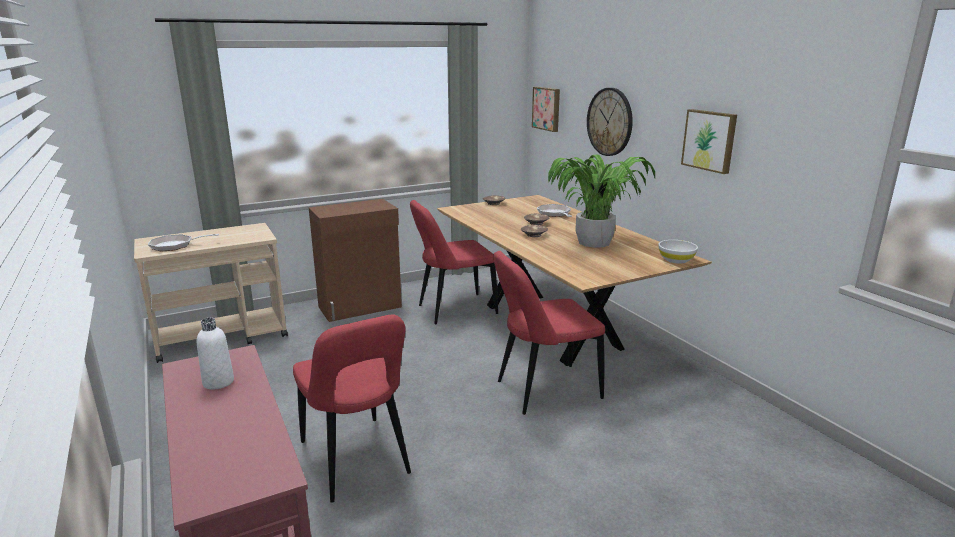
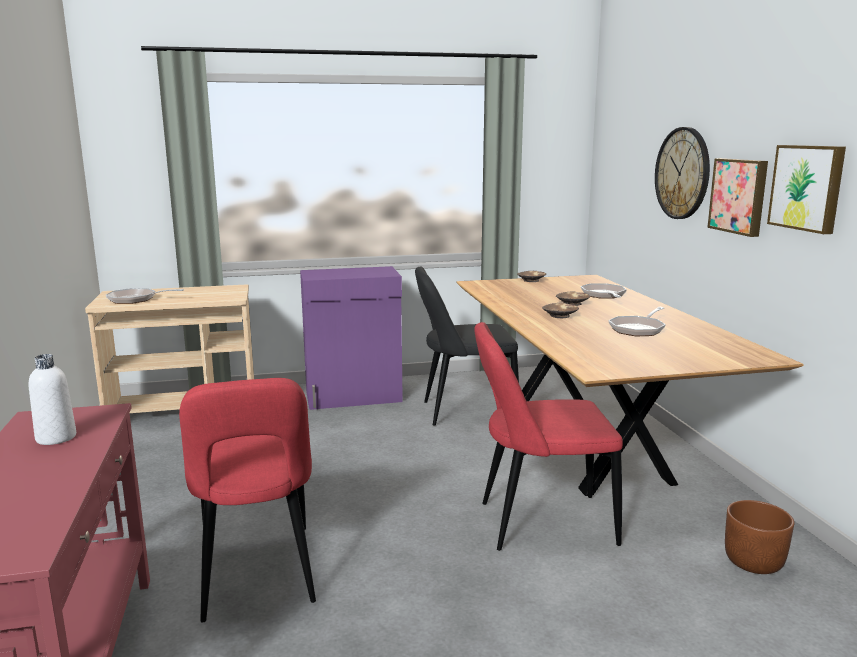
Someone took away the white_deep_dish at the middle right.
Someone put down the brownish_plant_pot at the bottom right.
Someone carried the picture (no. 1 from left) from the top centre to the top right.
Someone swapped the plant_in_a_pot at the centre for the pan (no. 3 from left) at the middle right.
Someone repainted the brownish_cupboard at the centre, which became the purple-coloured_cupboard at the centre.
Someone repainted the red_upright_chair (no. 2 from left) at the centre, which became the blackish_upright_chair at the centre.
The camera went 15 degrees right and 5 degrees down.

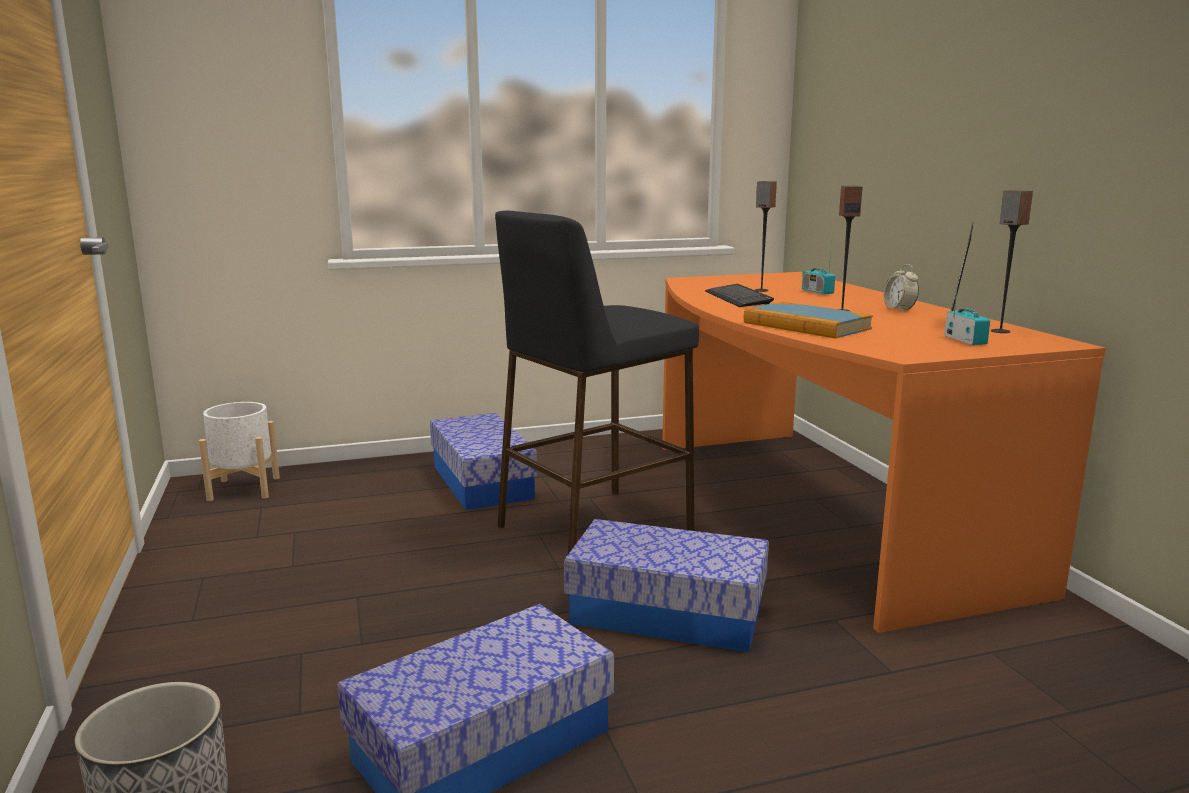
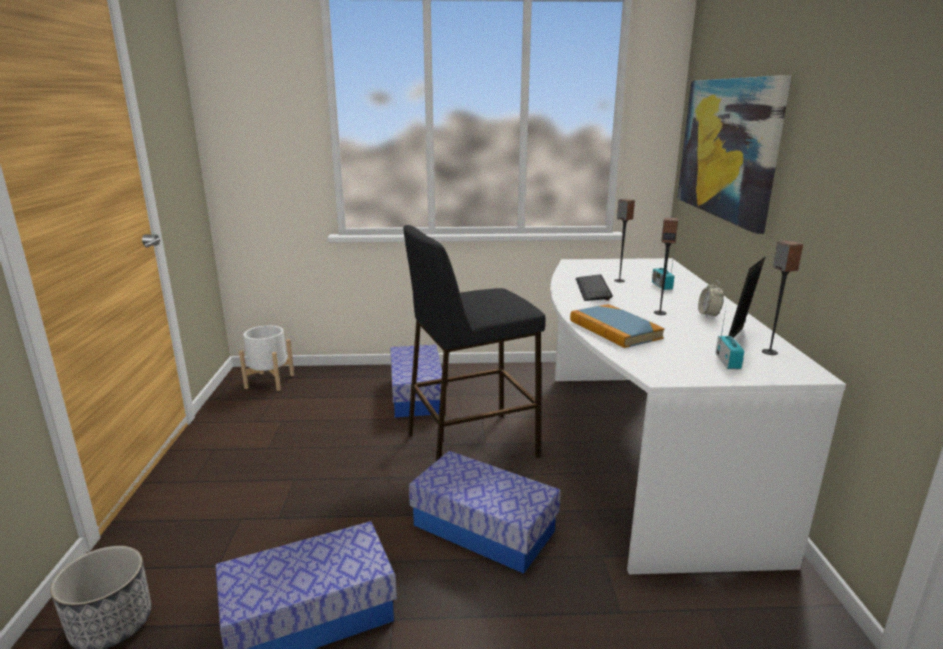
Someone put up the picture at the top right.
Someone repainted the orangey_desk at the middle right, which became the white_desk at the middle right.
The camera went 15 degrees right and 5 degrees up.

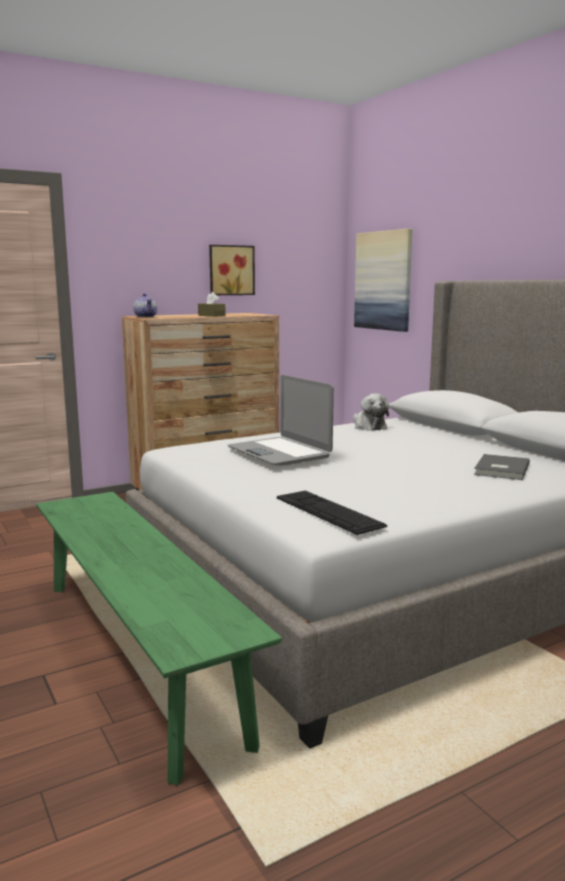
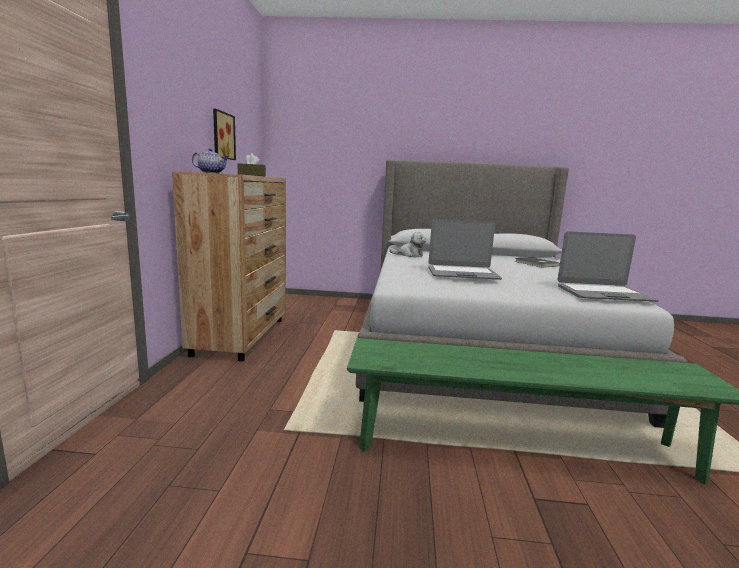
Someone took away the picture (no. 2 from left) at the top right.
Someone swapped the computer_keyboard at the centre for the notebook_computer (no. 2 from left) at the middle right.
The camera went 55 degrees left and 0 degrees up.

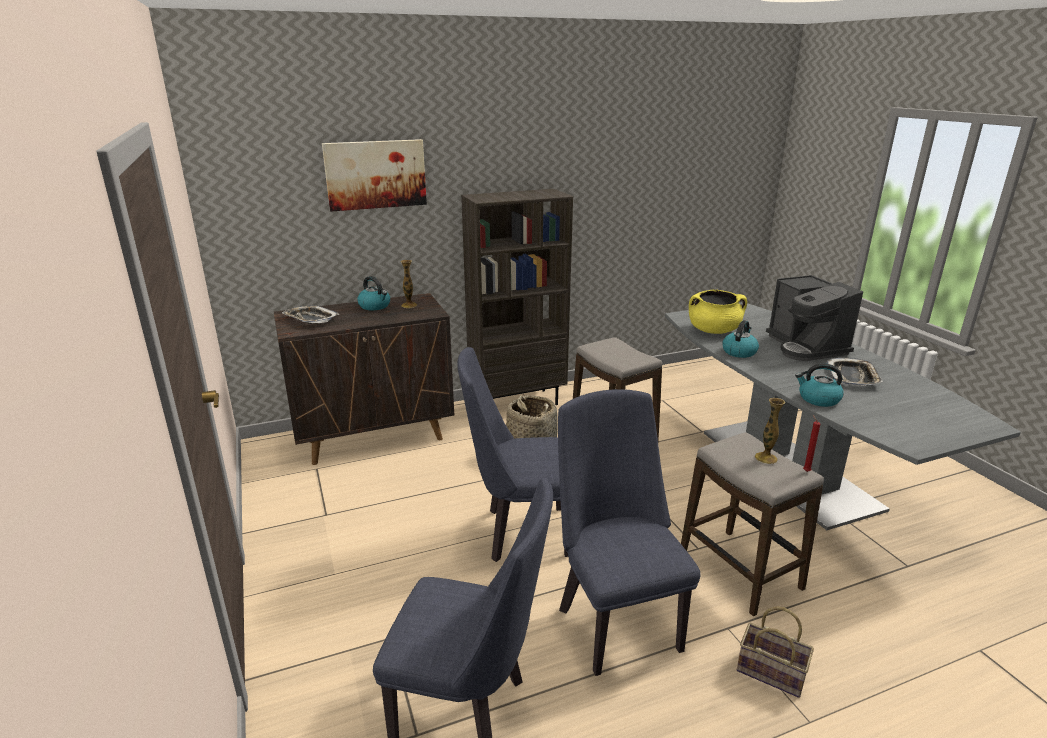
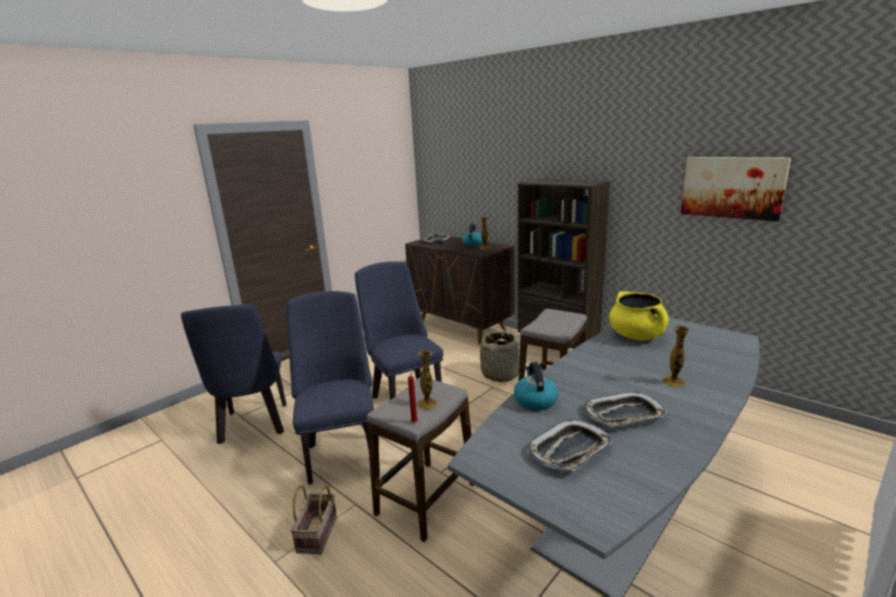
Someone took away the water_kettle (no. 2 from left) at the middle right.
Someone put down the serving_tray (no. 2 from left) at the bottom centre.
Someone carried the picture from the top centre to the top right.
Someone swapped the coffee_maker at the middle right for the vase (no. 3 from left) at the middle right.
Someone rotated the bluish_upright_chair (no. 3 from left in the first image) at the bottom centre by 60 degrees counterclockwise.
The camera went 65 degrees right and 5 degrees down.

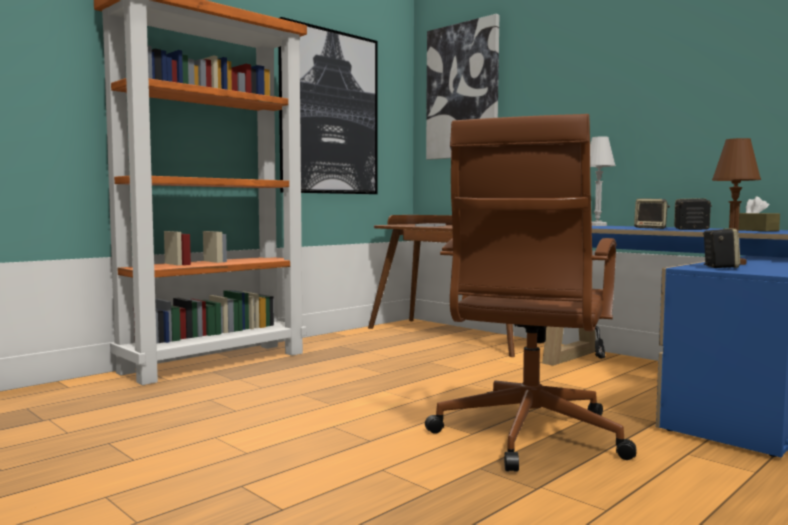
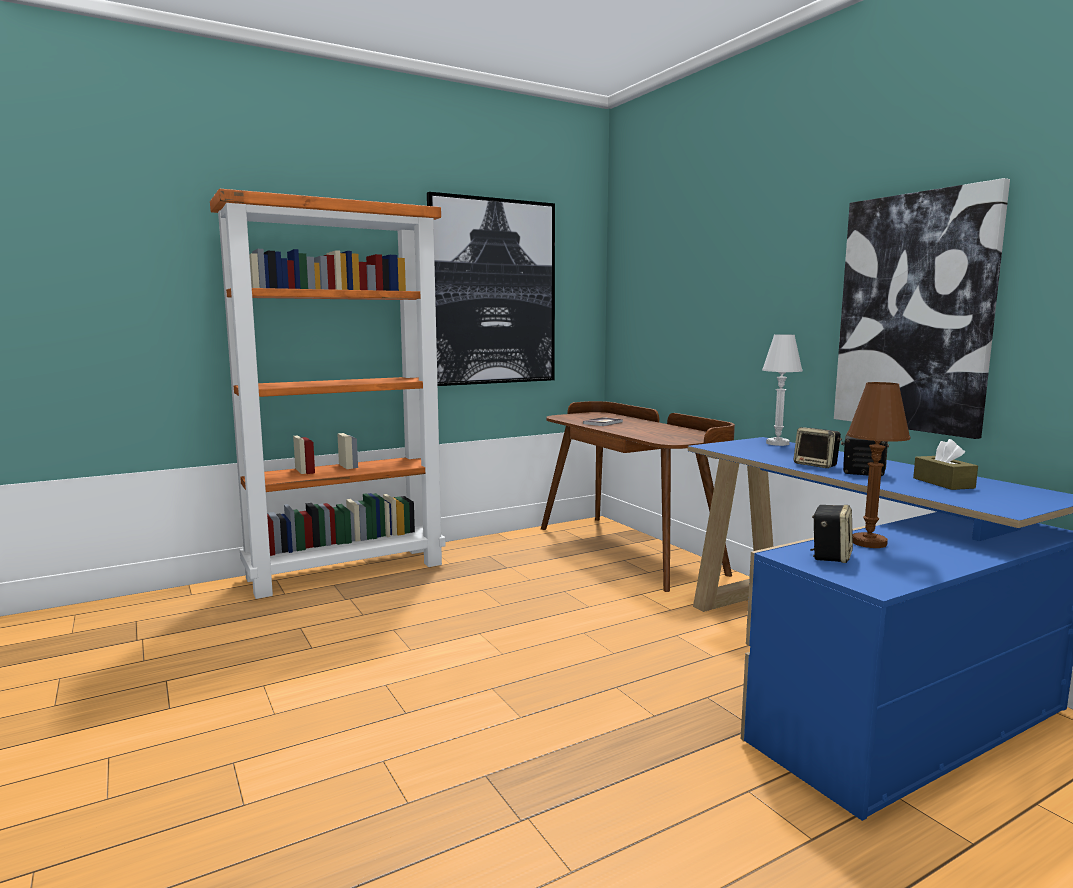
Someone took away the brownish_computer_chair at the middle right.
Someone carried the picture (no. 2 from left) from the top centre to the middle right.
The camera went 15 degrees right and 5 degrees up.

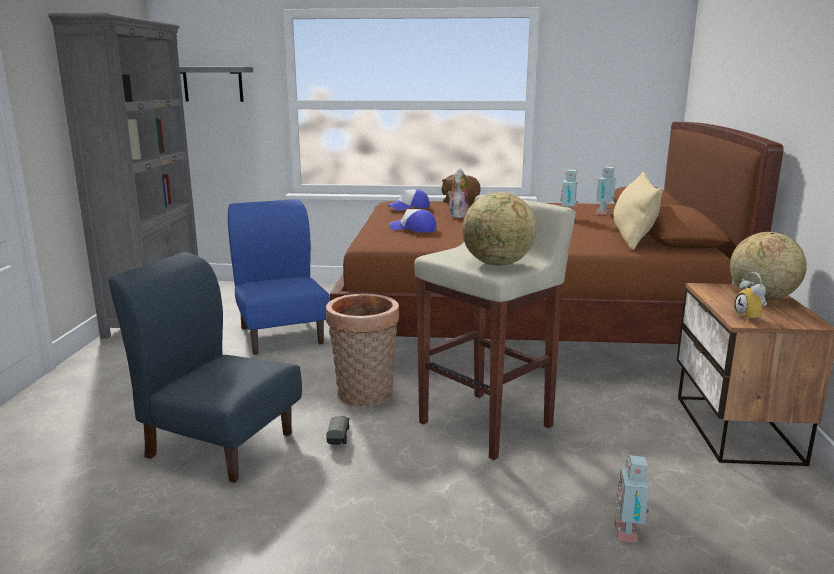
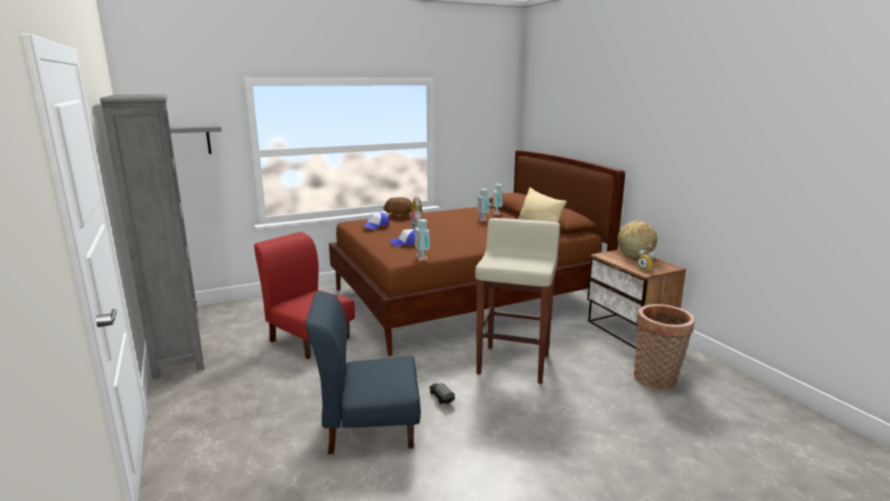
Someone took away the globe (no. 1 from left) at the centre.
Someone carried the storage_basket from the centre to the bottom right.
Someone carried the toy_robot (no. 3 from left in the first image) from the bottom right to the centre.
Someone repainted the bluish_upright_chair (no. 2 from left) at the centre, which became the red_upright_chair at the centre.
The camera went 30 degrees left and 0 degrees up.

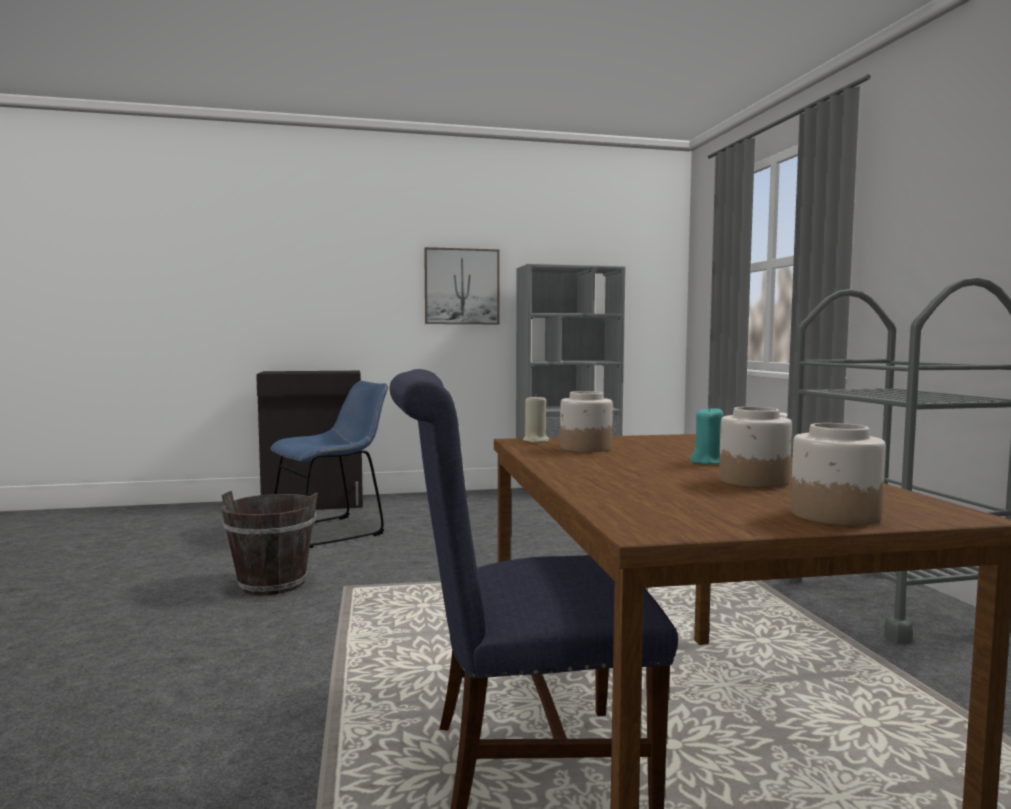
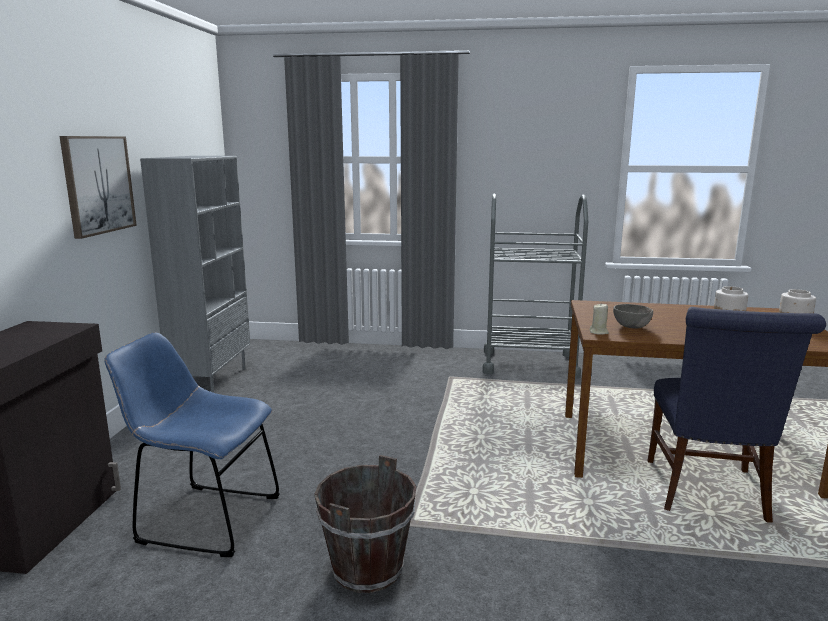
Someone took away the turquoise-coloured_wax_candle at the middle right.
Someone swapped the preserve_jar (no. 1 from left) at the centre for the gray_deep_dish at the middle right.
Someone rotated the bluish_upright_chair (no. 1 from left) at the middle left by 60 degrees counterclockwise.
The camera went 70 degrees left and 10 degrees up.

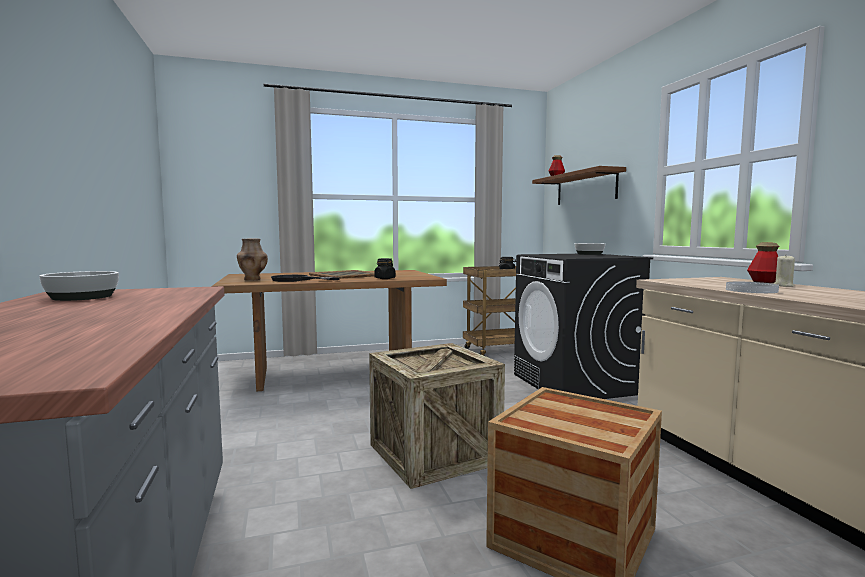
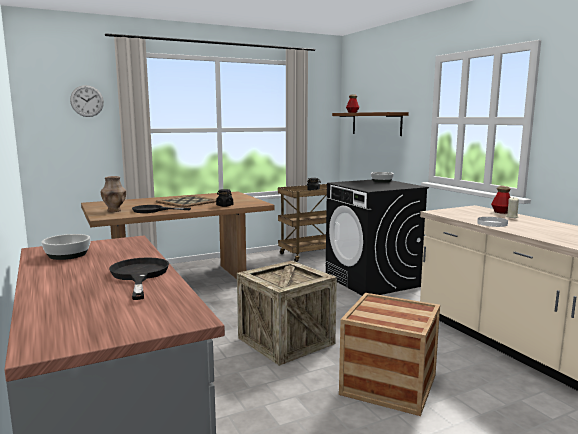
Someone put up the clock_on_the_wall at the top left.
Someone put down the blackish_pan (no. 1 from left) at the middle left.
The camera went 10 degrees left and 5 degrees up.

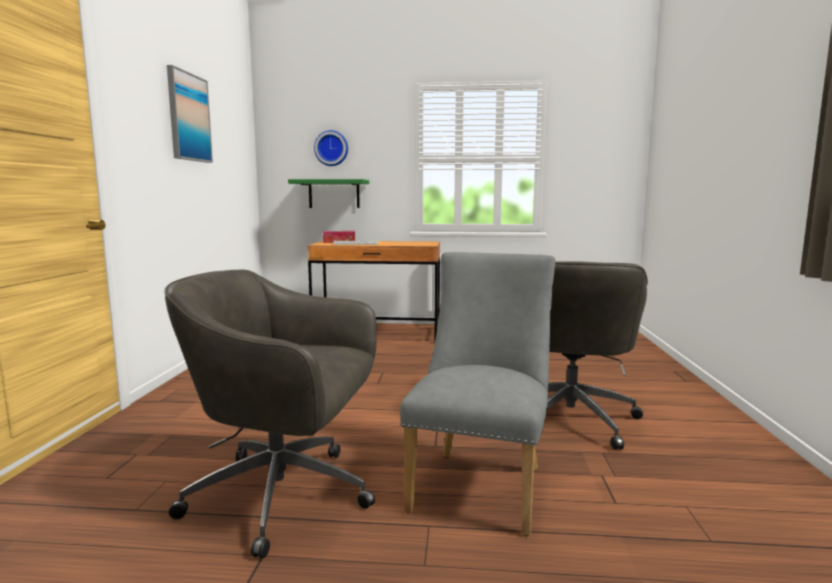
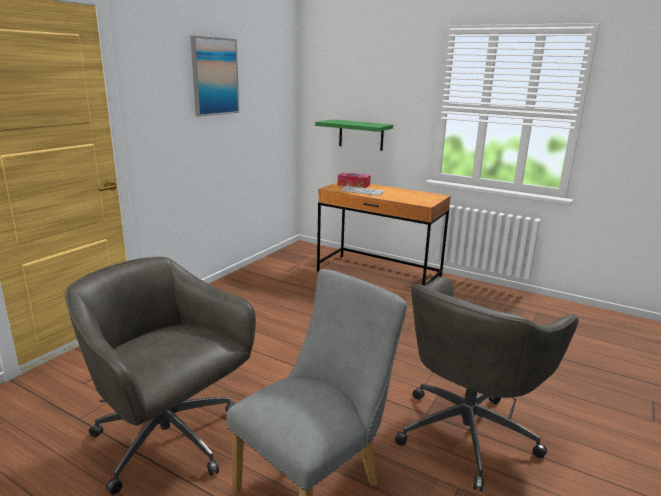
Someone took away the clock_on_the_wall at the top centre.
The camera went 25 degrees right and 10 degrees up.

